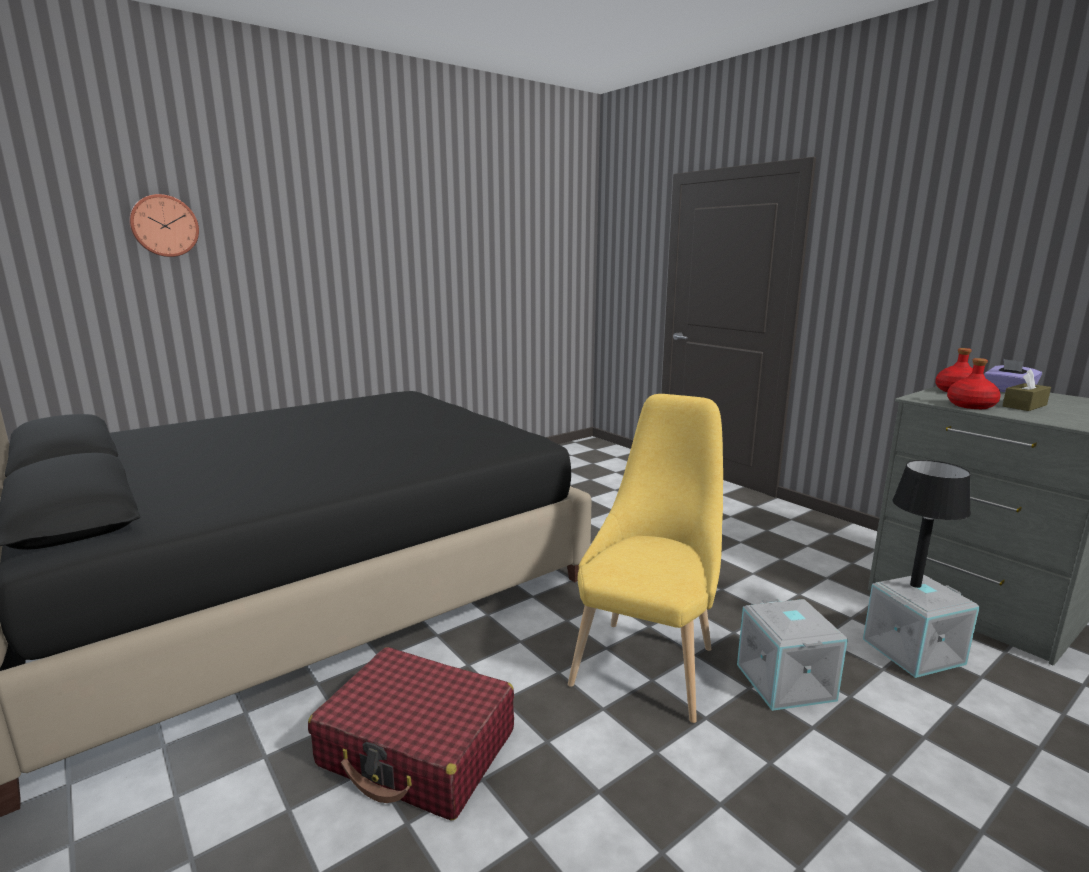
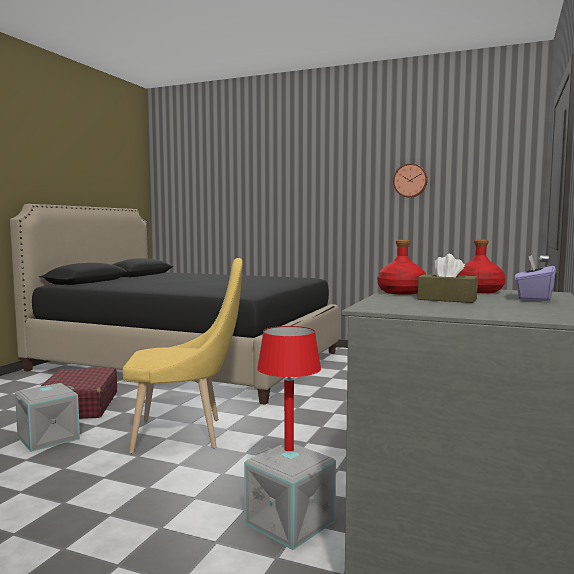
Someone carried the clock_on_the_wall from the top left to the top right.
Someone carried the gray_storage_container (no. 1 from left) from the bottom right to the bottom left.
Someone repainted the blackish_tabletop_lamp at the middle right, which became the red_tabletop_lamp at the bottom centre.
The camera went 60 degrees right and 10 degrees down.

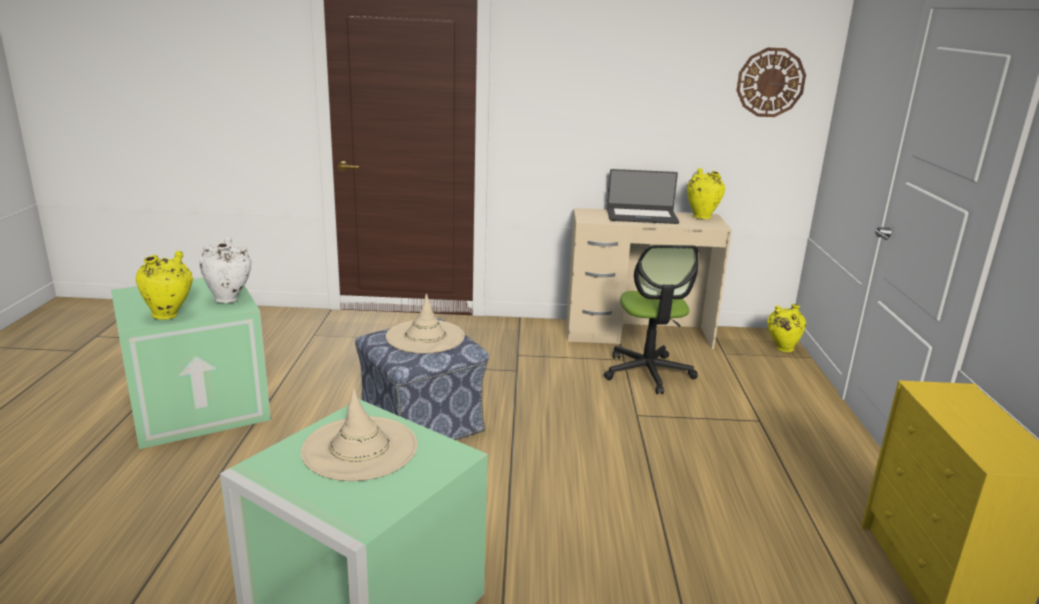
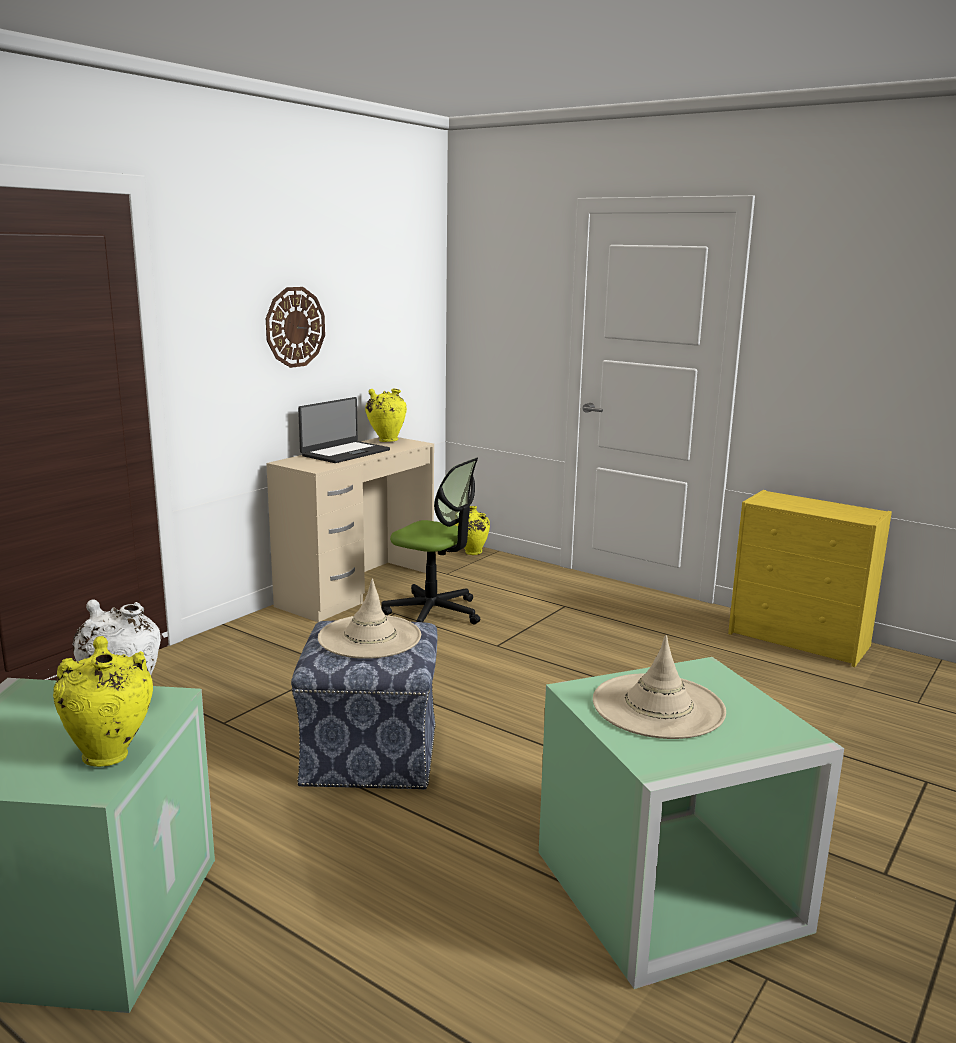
Someone carried the clock_on_the_wall from the top right to the top left.
The camera went 55 degrees left and 5 degrees down.

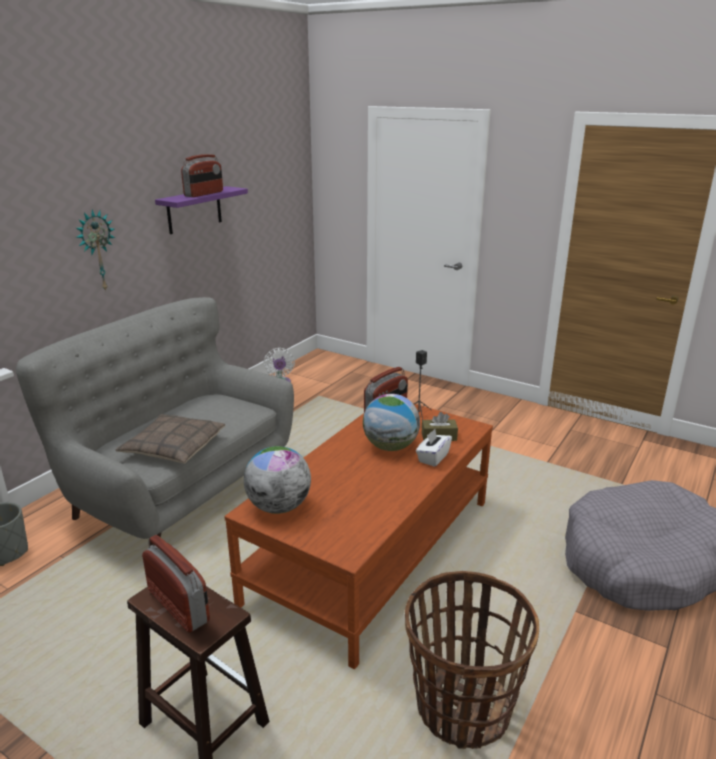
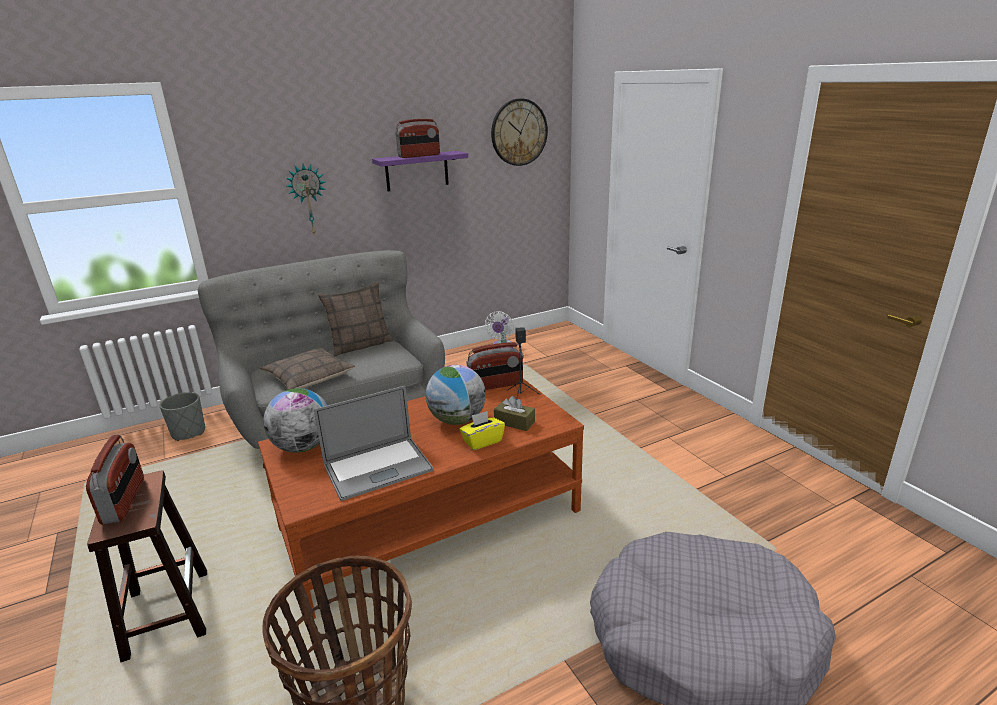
Someone put down the notebook_computer at the centre.
Someone put down the pillow (no. 2 from left) at the centre.
Someone put up the clock_on_the_wall (no. 2 from left) at the top centre.
Someone repainted the white_tissue_holder at the centre, which became the yellow_tissue_holder at the centre.
The camera went 30 degrees right and 0 degrees up.

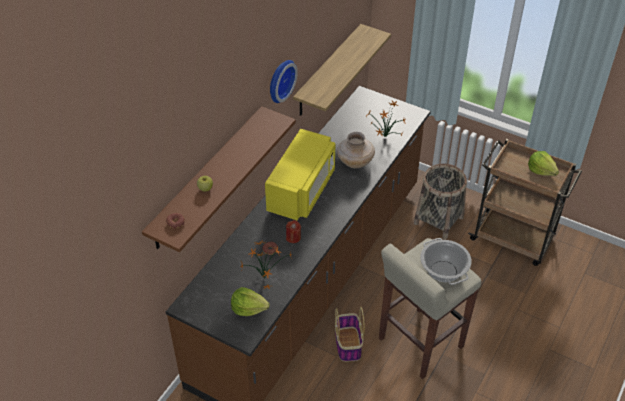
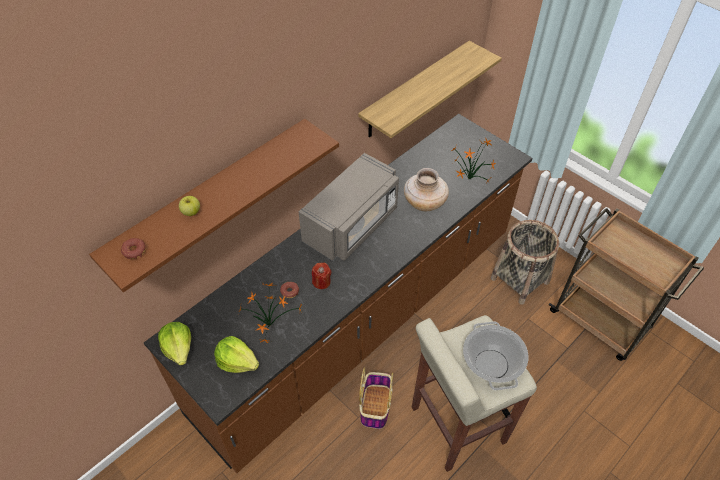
Someone took away the clock_on_the_wall at the top centre.
Someone carried the lettuce_head (no. 2 from left in the first image) from the middle right to the bottom left.
Someone repainted the yellow_microwave_oven at the centre, which became the gray_microwave_oven at the centre.
The camera went 15 degrees right and 5 degrees up.

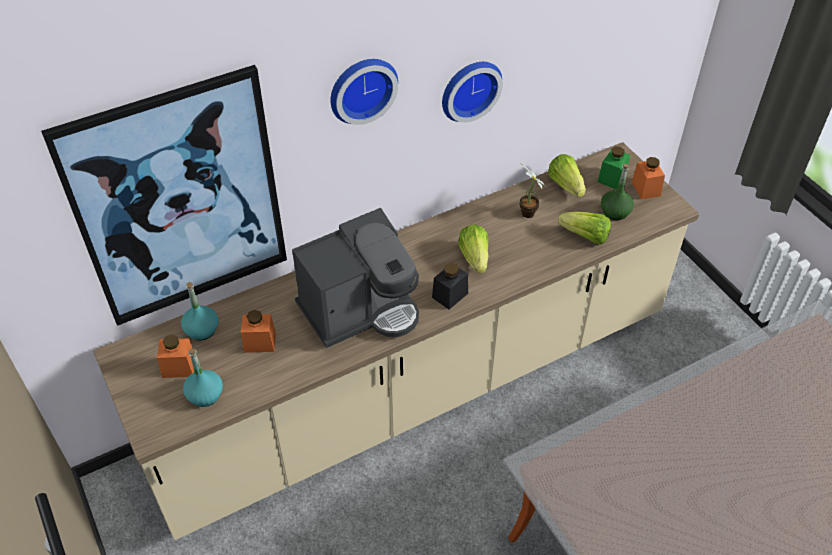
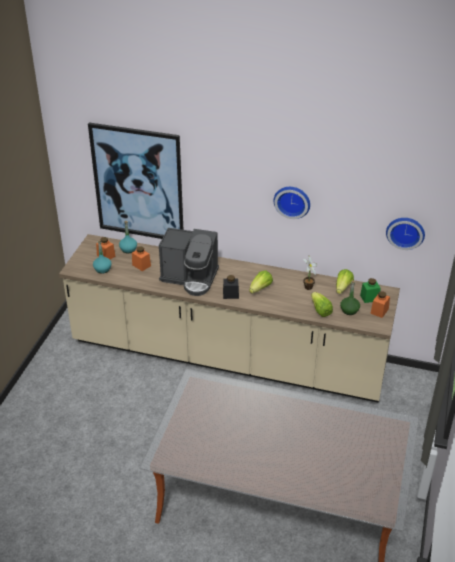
Someone carried the clock_on_the_wall (no. 1 from left in the first image) from the top centre to the middle right.
The camera went 45 degrees right and 10 degrees down.

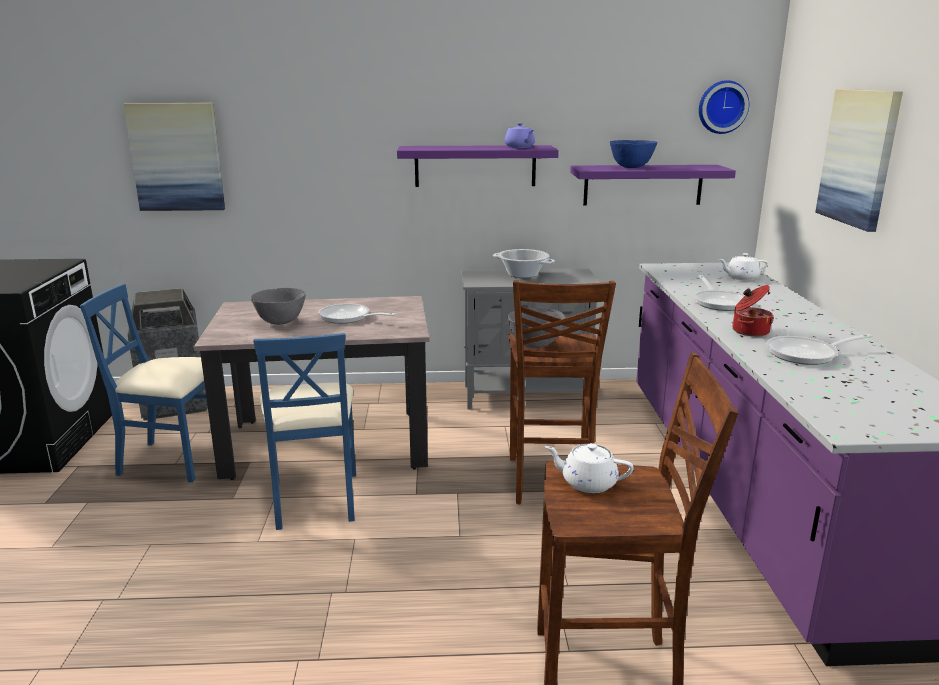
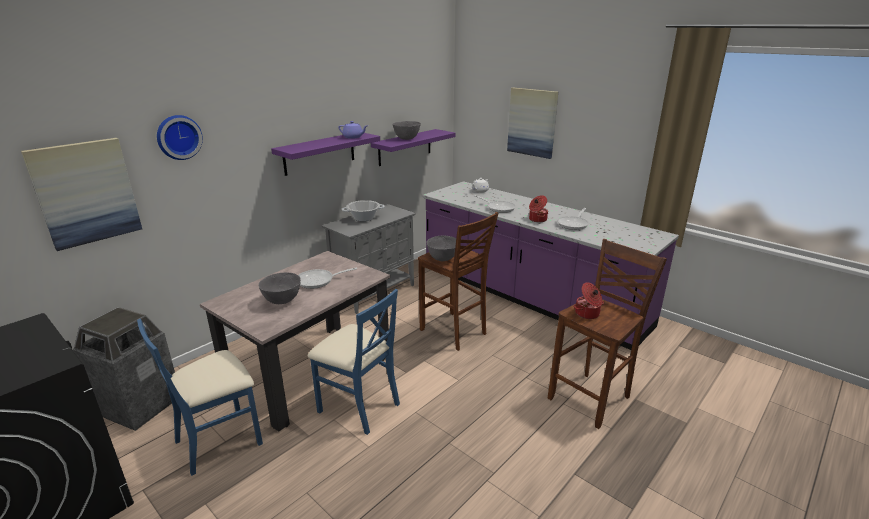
Someone carried the clock_on_the_wall from the top right to the top left.
Someone swapped the white_teapot (no. 1 from left) at the bottom centre for the saucepot (no. 3 from left) at the middle right.
Someone repainted the bluish_deep_dish at the top right, which became the gray_deep_dish (no. 2 from left) at the top centre.
The camera went 45 degrees left and 5 degrees up.

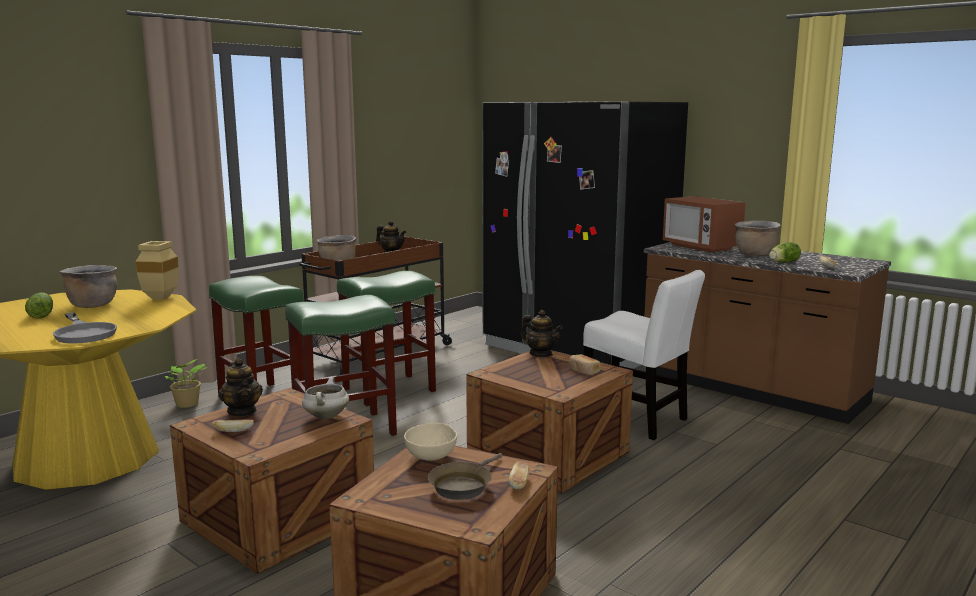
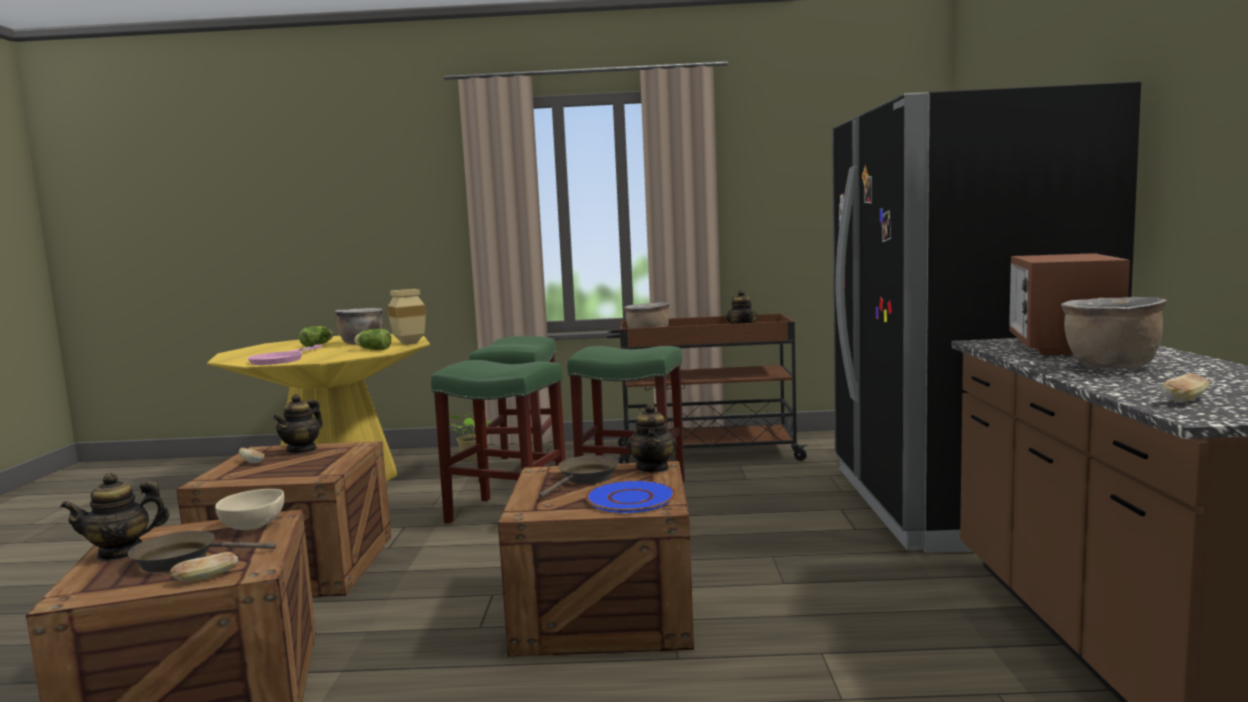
Someone took away the white_saucepot at the bottom left.
Someone took away the white_upright_chair at the centre.
Someone put down the teapot (no. 1 from left) at the bottom left.
Someone put down the brownish_pan (no. 2 from left) at the bottom centre.
Someone carried the lettuce_head (no. 2 from left) from the middle right to the middle left.
Someone swapped the bakery_bread (no. 3 from left) at the centre for the bluish_dinner_plate at the bottom centre.
Someone repainted the gray_pan at the middle left, which became the pink_pan at the middle left.
The camera went 50 degrees right and 5 degrees down.

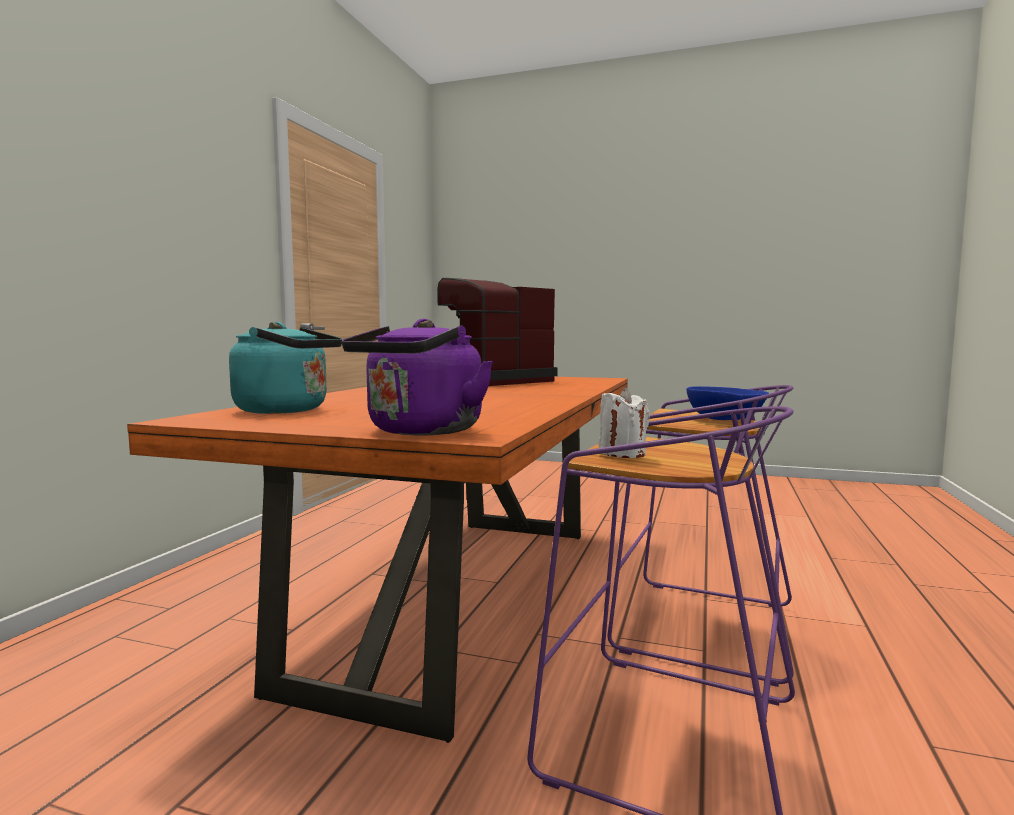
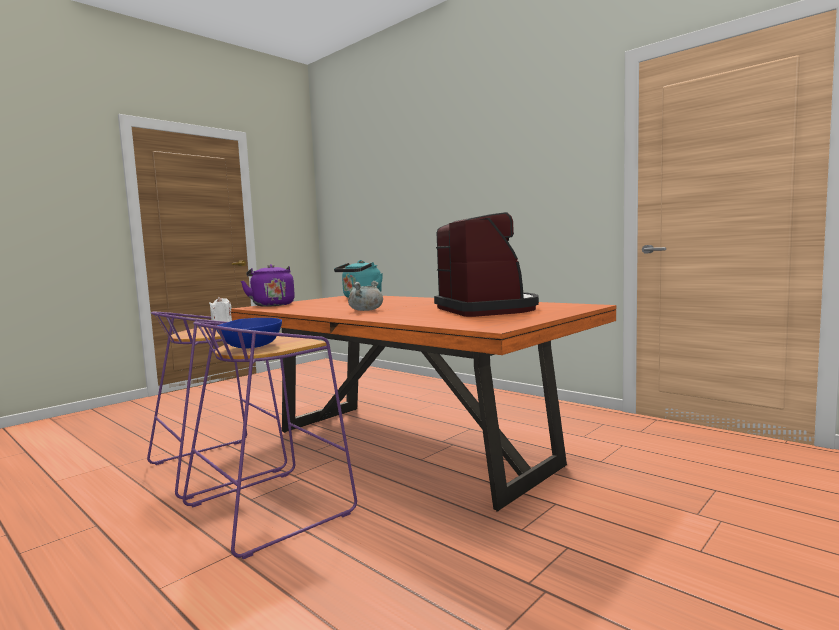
Someone put down the gray_saucepot at the centre.
The camera went 115 degrees right and 0 degrees up.

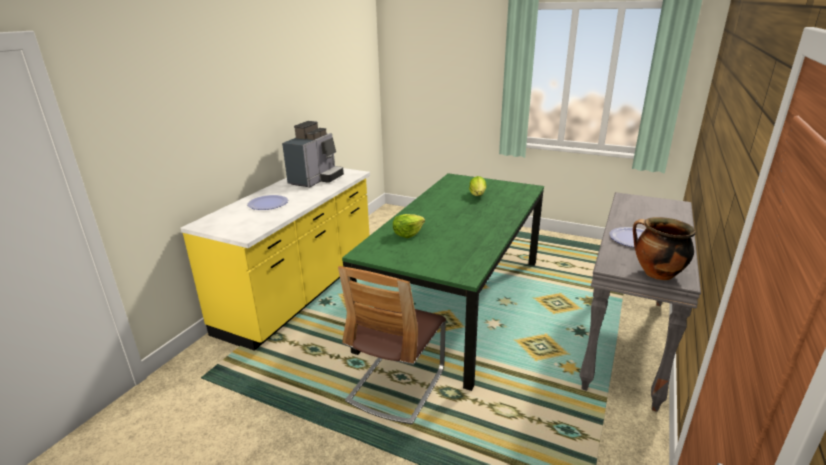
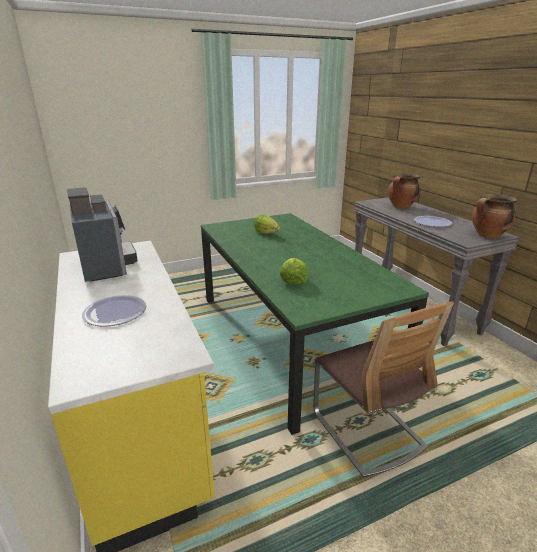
Someone put down the saucepot (no. 1 from left) at the middle right.
The camera went 50 degrees left and 0 degrees up.

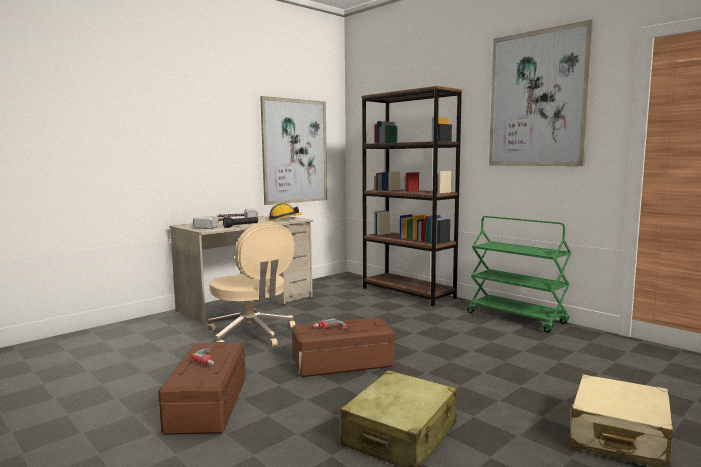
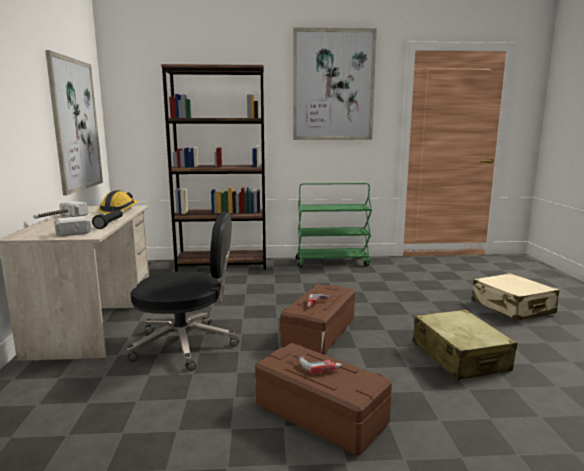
Someone repainted the sand-coloured_computer_chair at the centre, which became the blackish_computer_chair at the middle left.
The camera went 50 degrees left and 5 degrees up.

